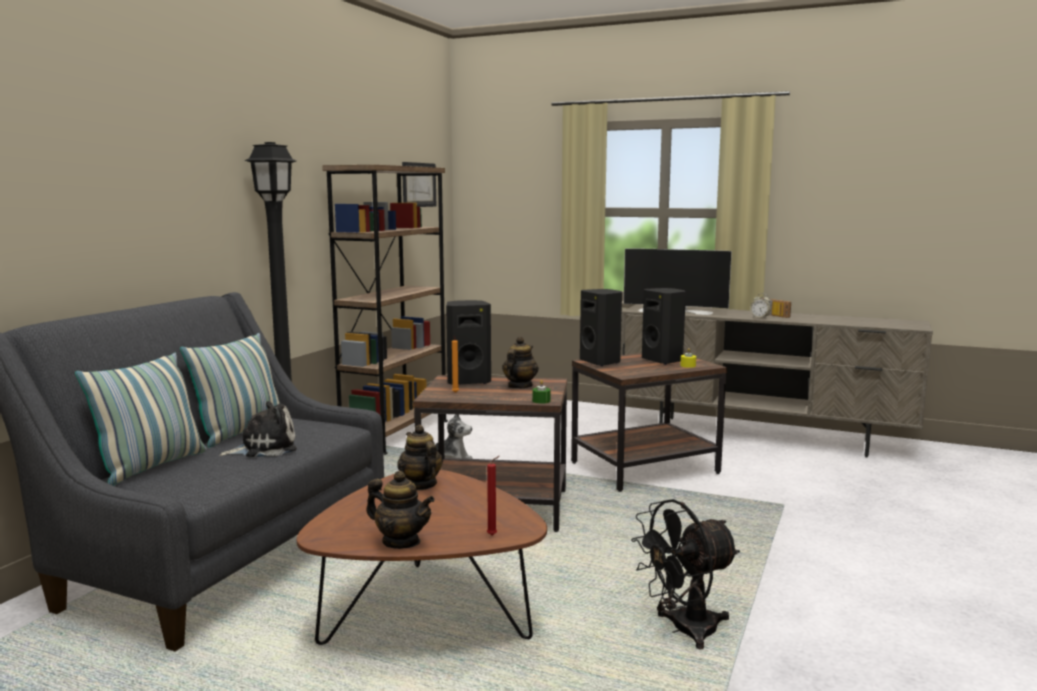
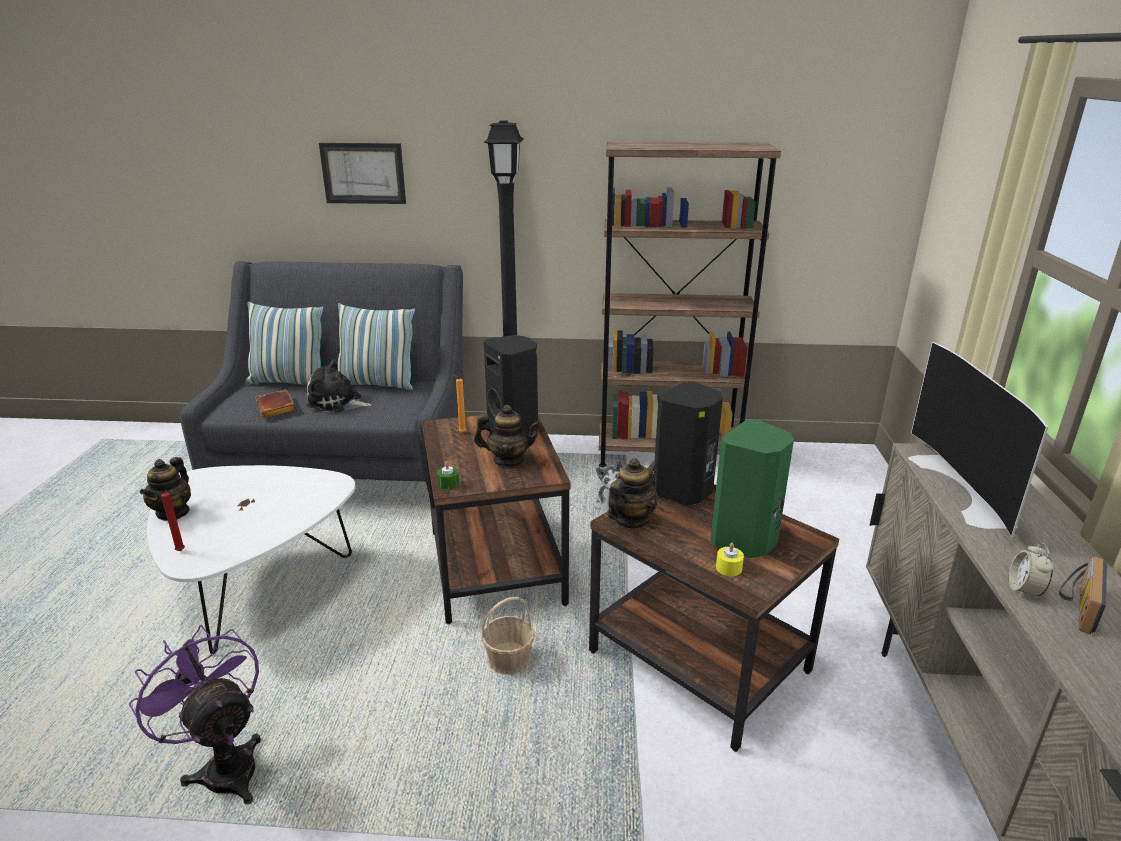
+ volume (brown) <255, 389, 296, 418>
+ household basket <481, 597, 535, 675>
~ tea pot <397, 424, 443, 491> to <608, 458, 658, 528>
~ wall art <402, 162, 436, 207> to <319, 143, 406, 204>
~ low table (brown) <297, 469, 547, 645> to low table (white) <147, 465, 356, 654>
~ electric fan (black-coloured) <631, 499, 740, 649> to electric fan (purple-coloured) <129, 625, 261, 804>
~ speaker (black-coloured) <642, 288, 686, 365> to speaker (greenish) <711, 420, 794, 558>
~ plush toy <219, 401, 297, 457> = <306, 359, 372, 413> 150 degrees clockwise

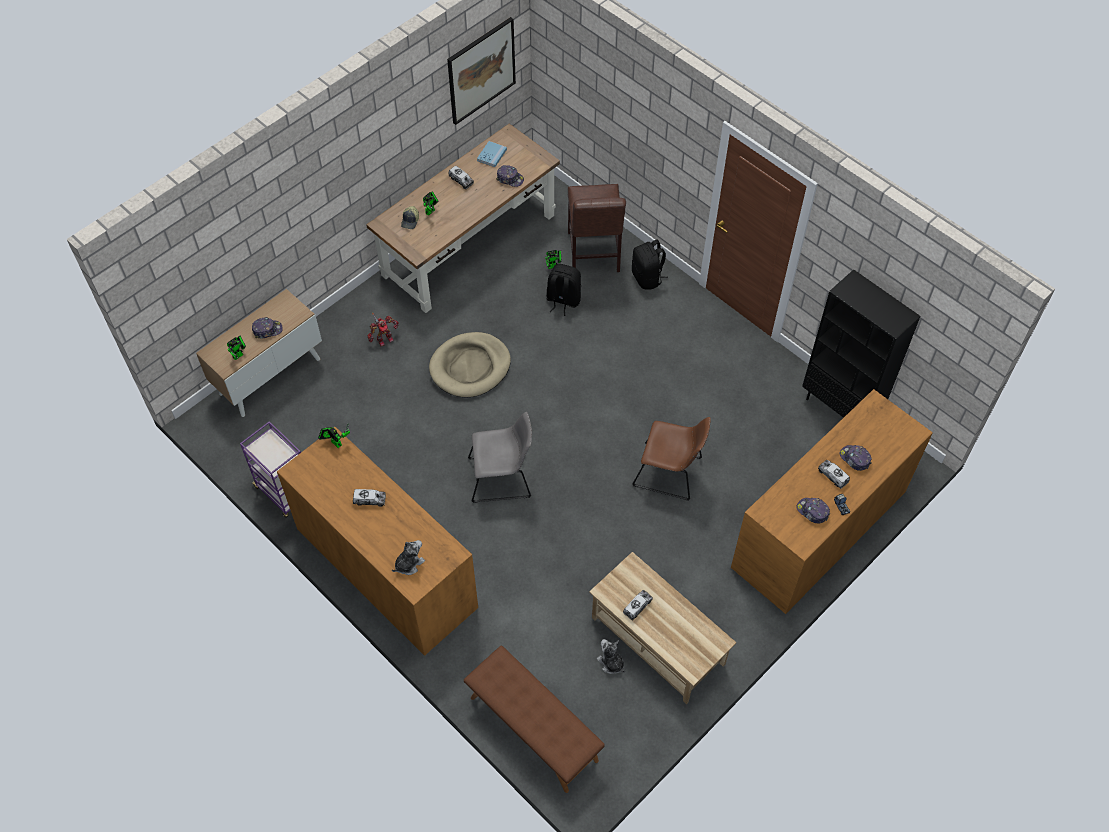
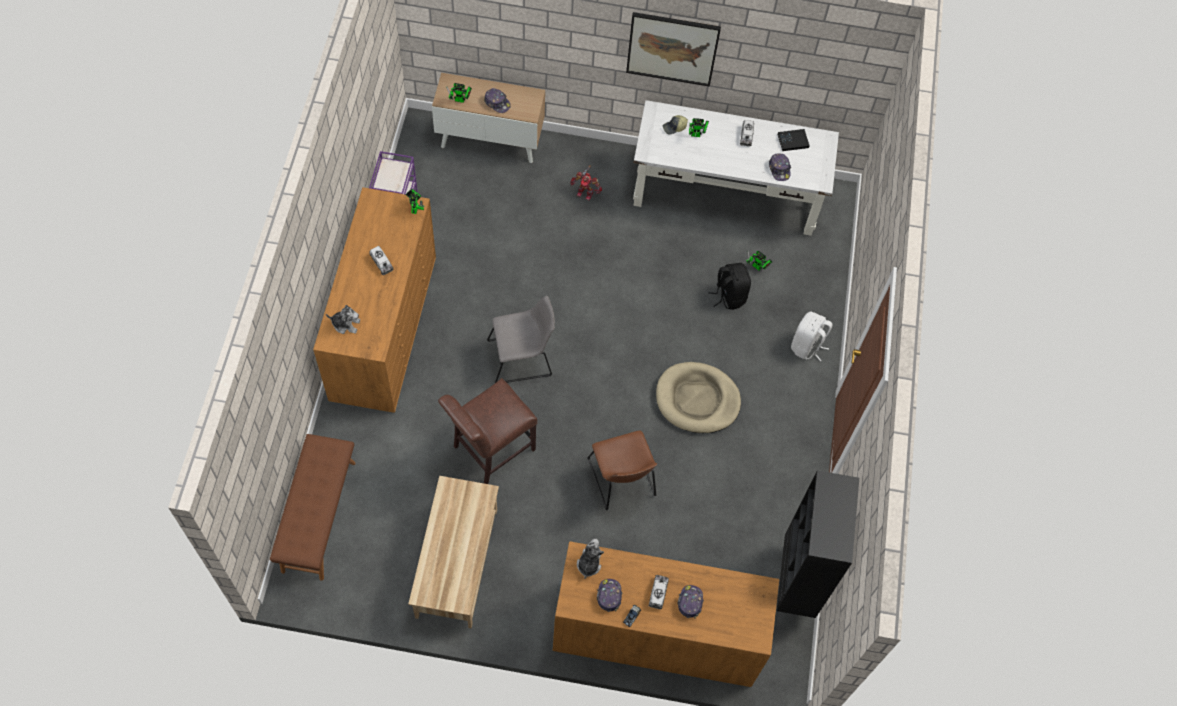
- toy truck <623, 590, 653, 620>
~ pet bed (beige) <429, 332, 511, 398> to <656, 362, 741, 433>
~ wall art <447, 17, 516, 125> to <626, 12, 721, 87>
~ upright chair (brown) <568, 184, 626, 272> to <438, 378, 538, 484>
~ plush toy <597, 639, 625, 674> to <577, 539, 604, 579>
~ desk unit (brown) <366, 123, 560, 313> to desk unit (white) <633, 100, 839, 236>
~ volume (blue) <477, 141, 507, 167> to volume (black-coloured) <777, 129, 810, 151>
~ rucksack (black-coloured) <632, 239, 668, 290> to rucksack (white) <791, 311, 832, 361>
~ upright chair (greyish) <468, 412, 532, 503> = <487, 296, 555, 383> 60 degrees counterclockwise

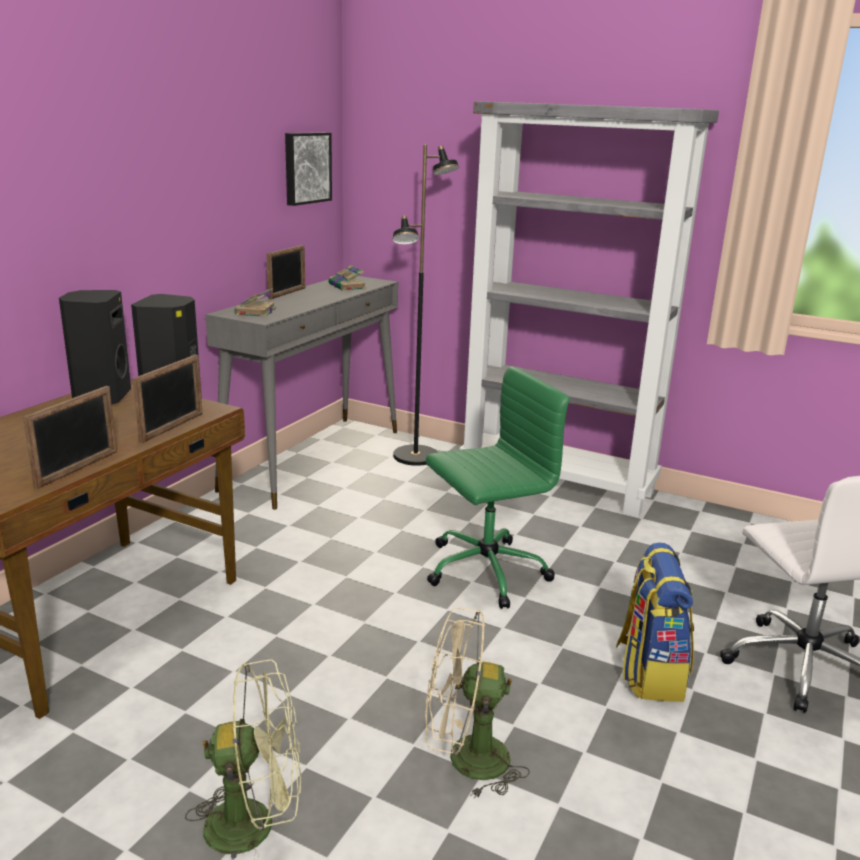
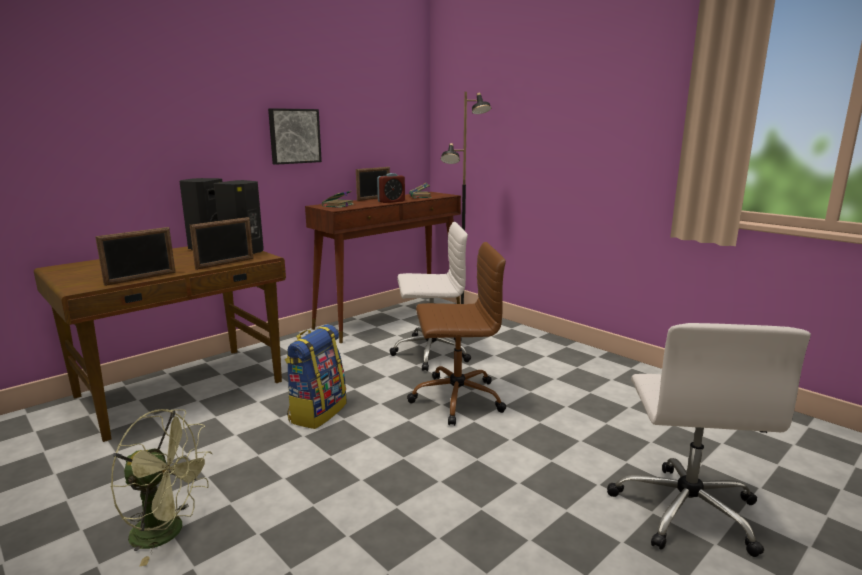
- electric fan (beige) <425, 607, 530, 799>
- bookshelf (greyish) <460, 101, 719, 518>
+ bedside clock <377, 173, 405, 203>
+ desk chair (white) <389, 222, 471, 371>
~ wall art <285, 132, 332, 206> to <268, 108, 322, 165>
~ rucksack <616, 543, 694, 702> to <285, 324, 347, 429>
~ narrow table (greyish) <206, 276, 398, 510> to narrow table (brown) <305, 192, 461, 343>
~ desk chair (greenish) <426, 366, 569, 609> to desk chair (brown) <407, 242, 507, 426>

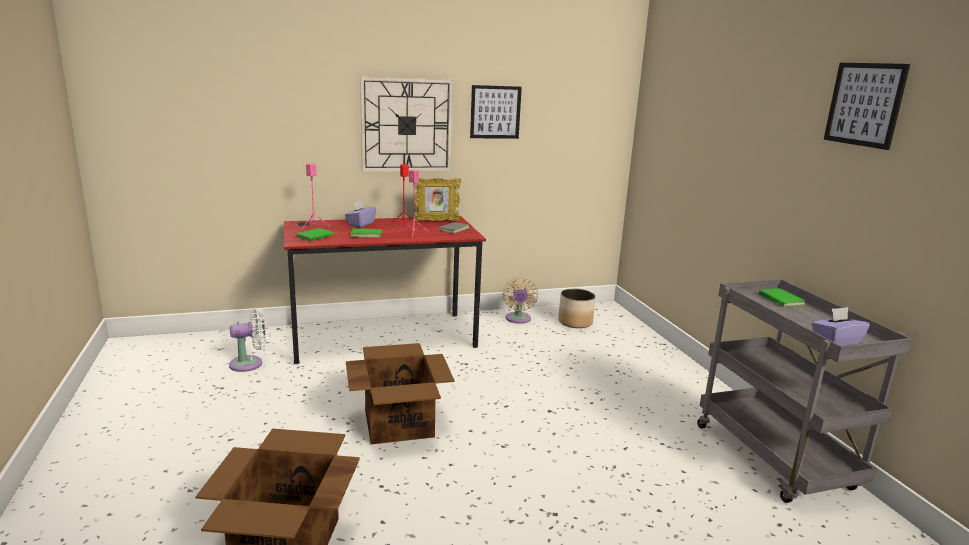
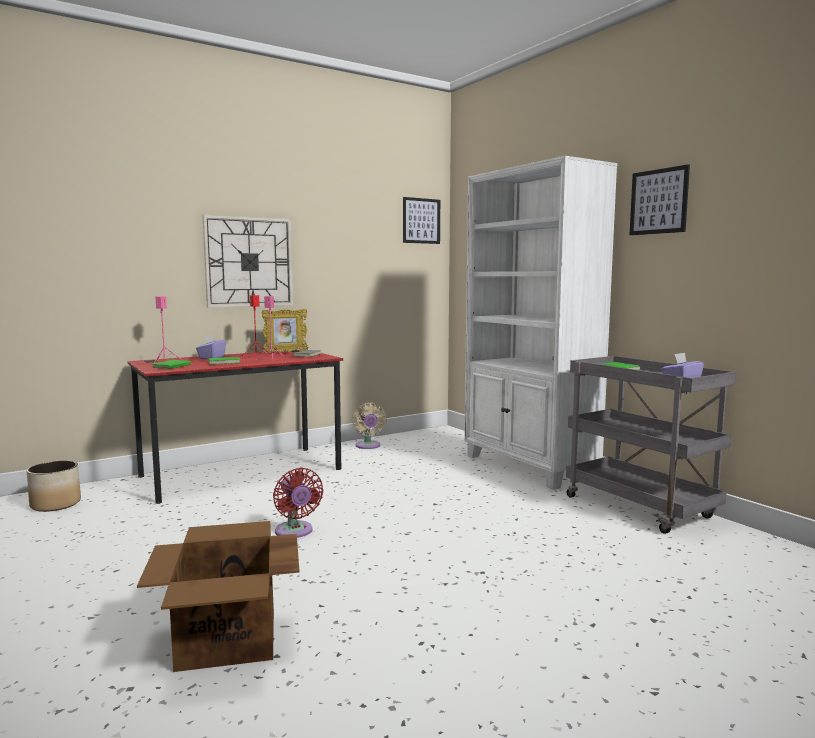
- electric fan (white) <229, 308, 266, 372>
+ bookshelf (white) <464, 156, 617, 490>
~ wall art <470, 85, 522, 139> to <403, 197, 440, 244>
~ planter <558, 289, 595, 328> to <27, 460, 81, 512>
~ packing box <346, 343, 455, 444> to electric fan (reddish) <273, 468, 323, 538>

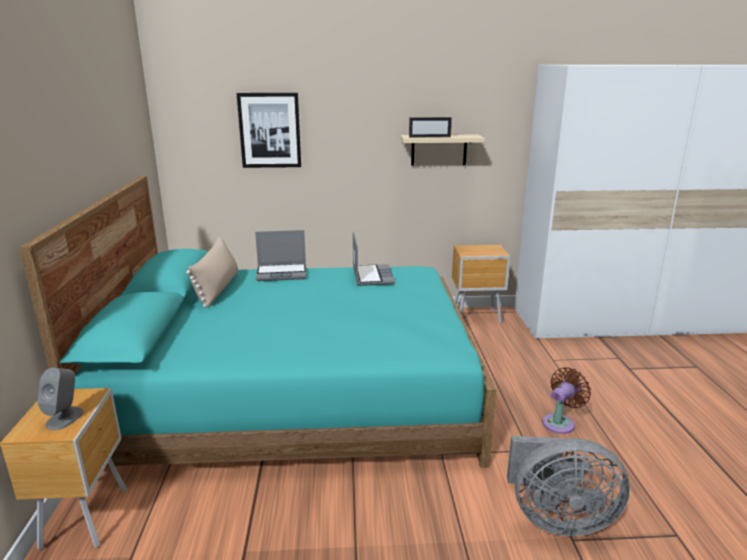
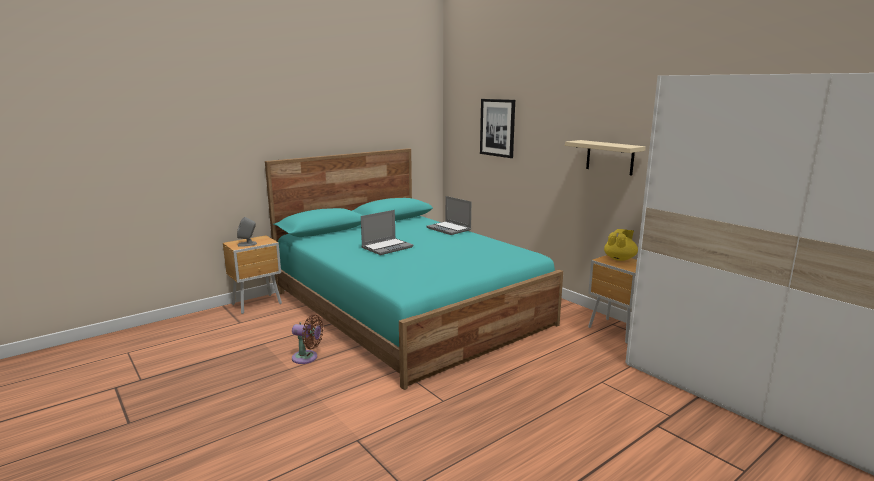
- cushion (beige) <186, 237, 238, 308>
- photo frame <409, 117, 452, 138>
- electric fan (greyish) <507, 436, 630, 536>
+ tea pot (yellowish) <604, 229, 638, 261>
~ portable computer <353, 232, 395, 286> to <361, 210, 413, 255>
~ electric fan (brown) <542, 367, 591, 434> to <292, 315, 323, 364>

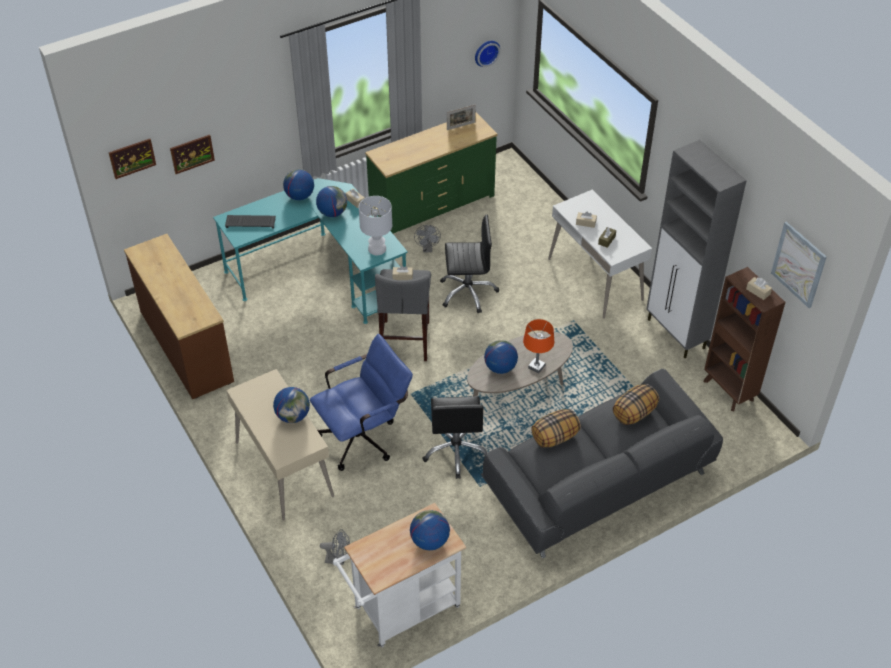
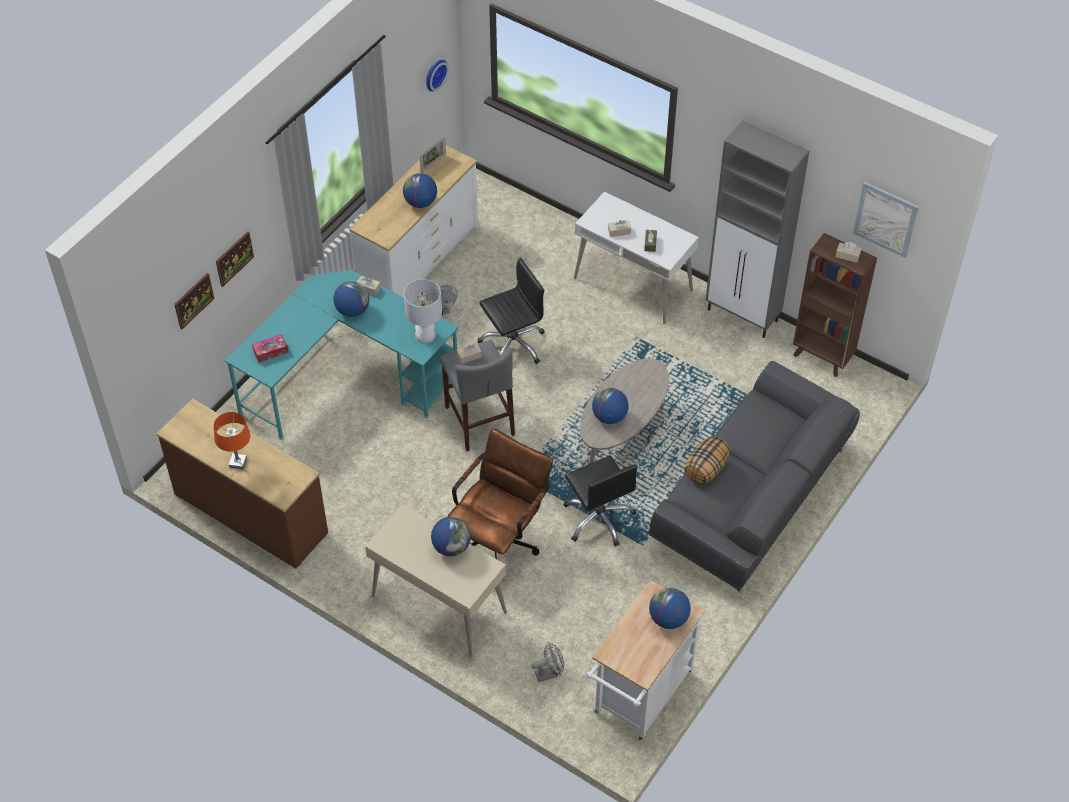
- cushion <613, 384, 659, 425>
~ wall art <109, 139, 156, 179> to <216, 231, 254, 287>
~ world globe <283, 169, 314, 200> to <403, 173, 437, 208>
~ tabletop lamp (orange) <523, 319, 554, 373> to <214, 412, 250, 469>
~ PC keyboard <225, 215, 276, 228> to tissue box <252, 334, 289, 363>
~ desk chair (blue) <310, 334, 413, 471> to desk chair (brown) <447, 429, 553, 559>
~ drawer chest (greenish) <365, 113, 497, 235> to drawer chest (white) <349, 145, 478, 298>

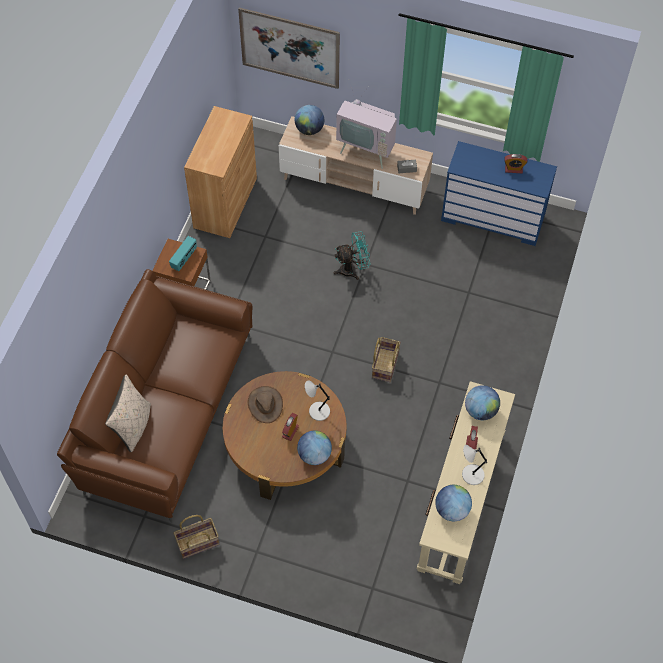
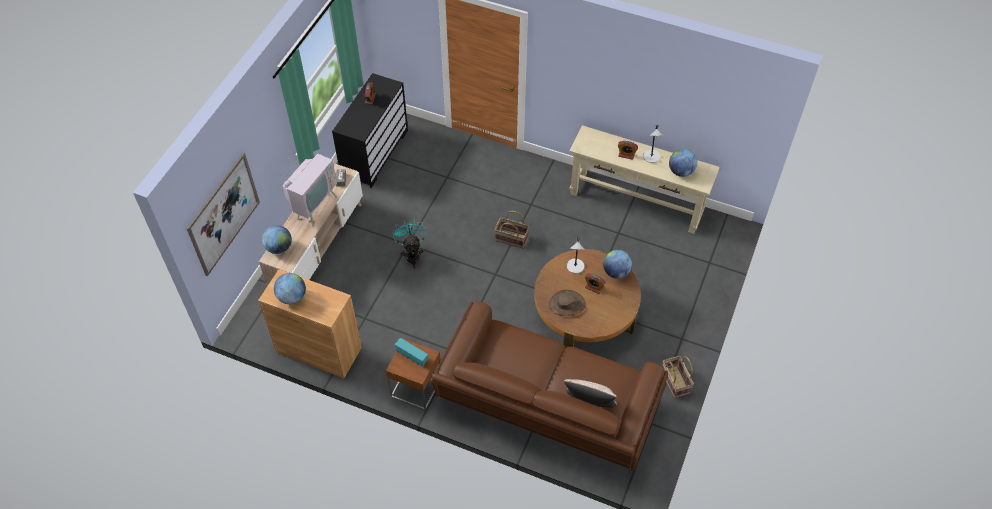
~ world globe <465, 385, 500, 420> to <274, 273, 306, 304>
~ drawer chest (blue) <441, 141, 557, 246> to drawer chest (black-coloured) <332, 73, 408, 188>

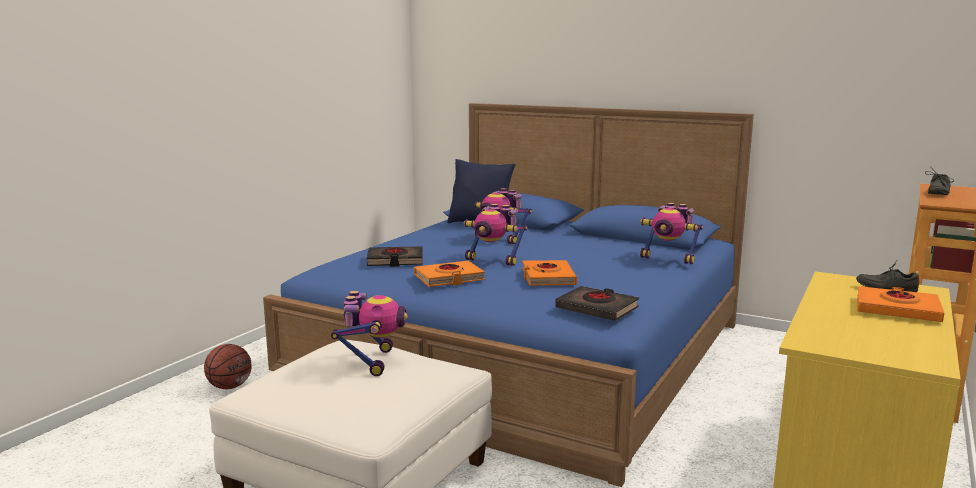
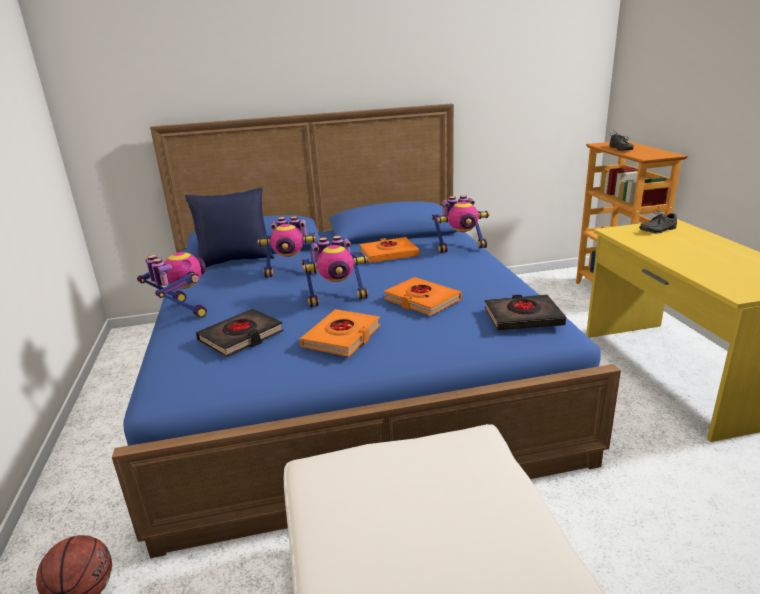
~ model robot <331, 291, 408, 376> to <137, 252, 207, 318>
~ volume (orange) <857, 286, 944, 322> to <360, 237, 419, 263>

